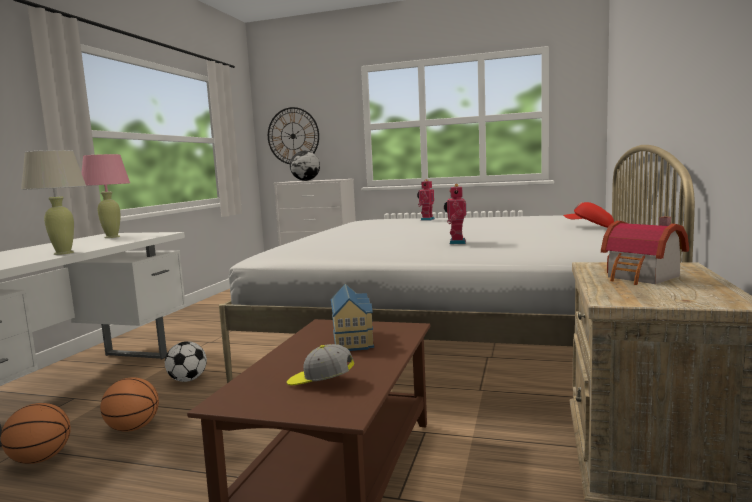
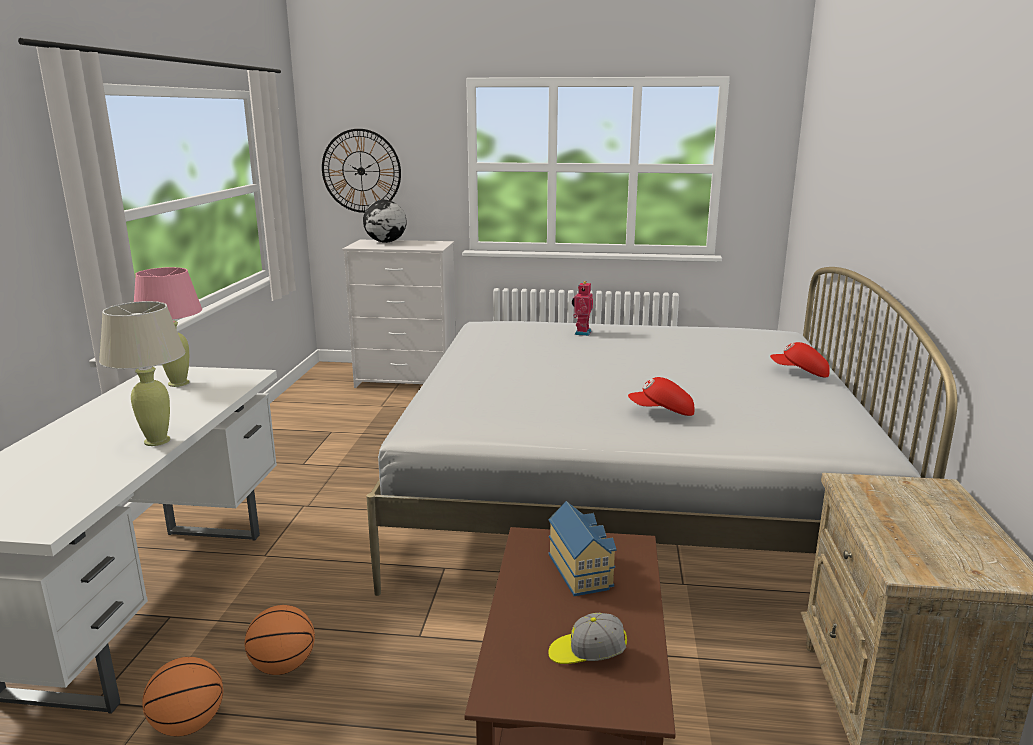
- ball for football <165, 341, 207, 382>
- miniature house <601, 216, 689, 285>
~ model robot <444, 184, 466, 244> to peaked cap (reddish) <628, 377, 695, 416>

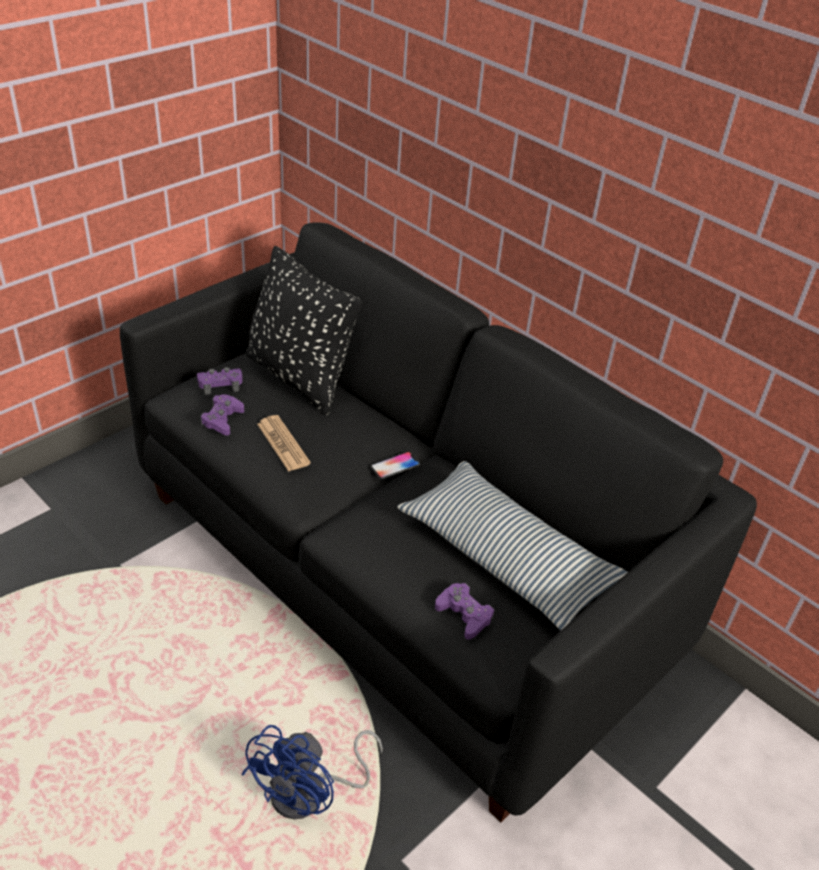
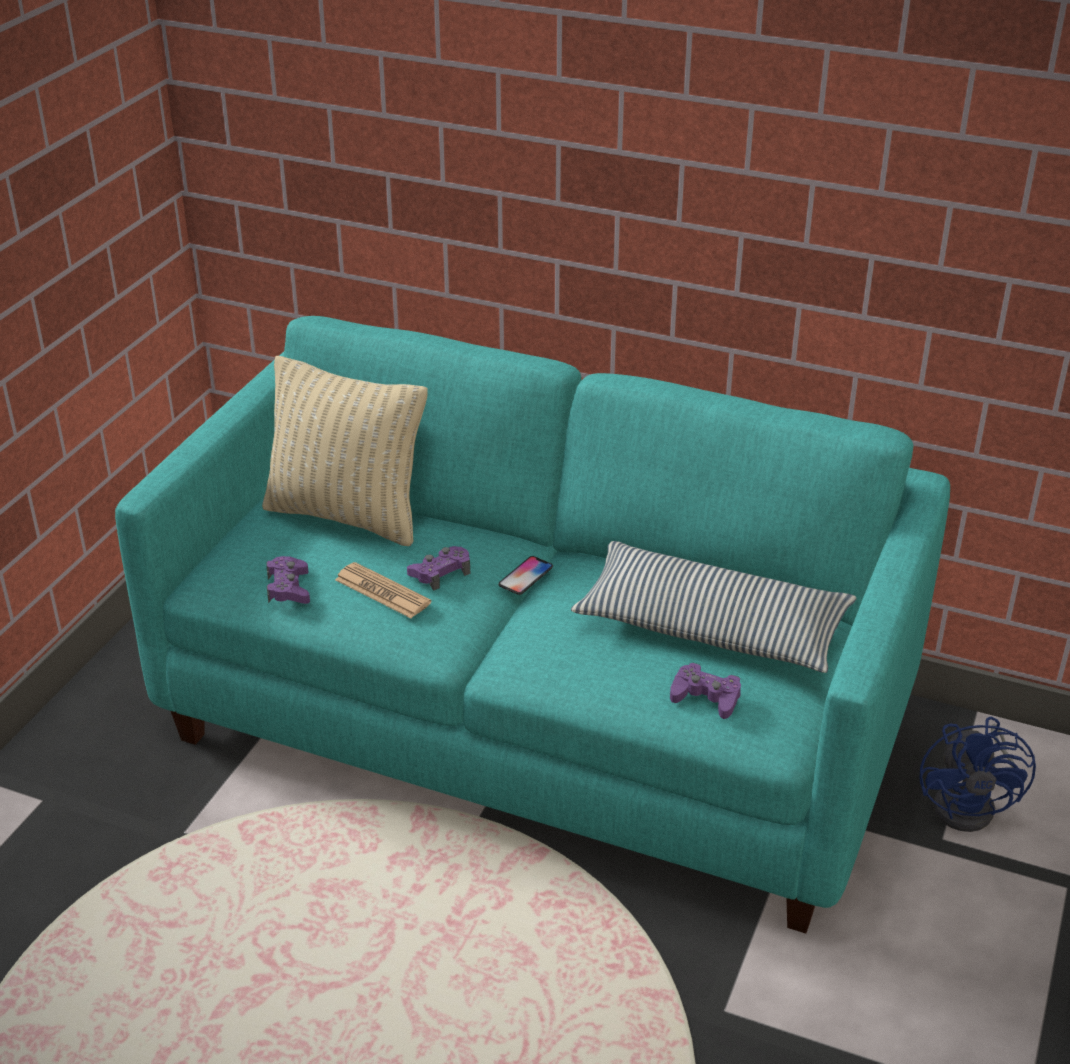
~ joypad (purple-coloured) <197, 367, 242, 395> to <407, 546, 470, 591>
~ electric fan (blue) <241, 725, 383, 819> to <920, 717, 1036, 832>
~ sofa (black-coloured) <120, 222, 757, 822> to sofa (turquoise) <115, 316, 950, 933>
~ cushion (black-coloured) <246, 246, 362, 415> to cushion (beige) <262, 356, 428, 546>

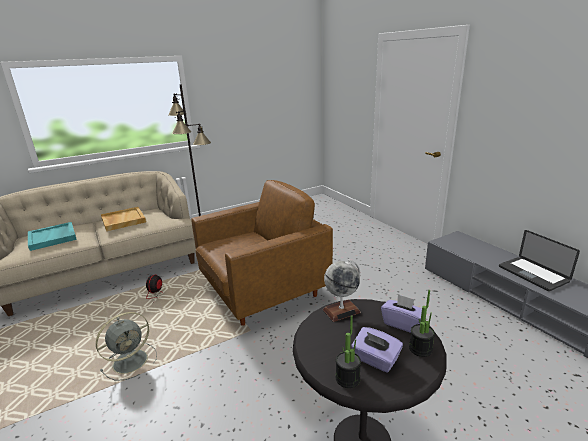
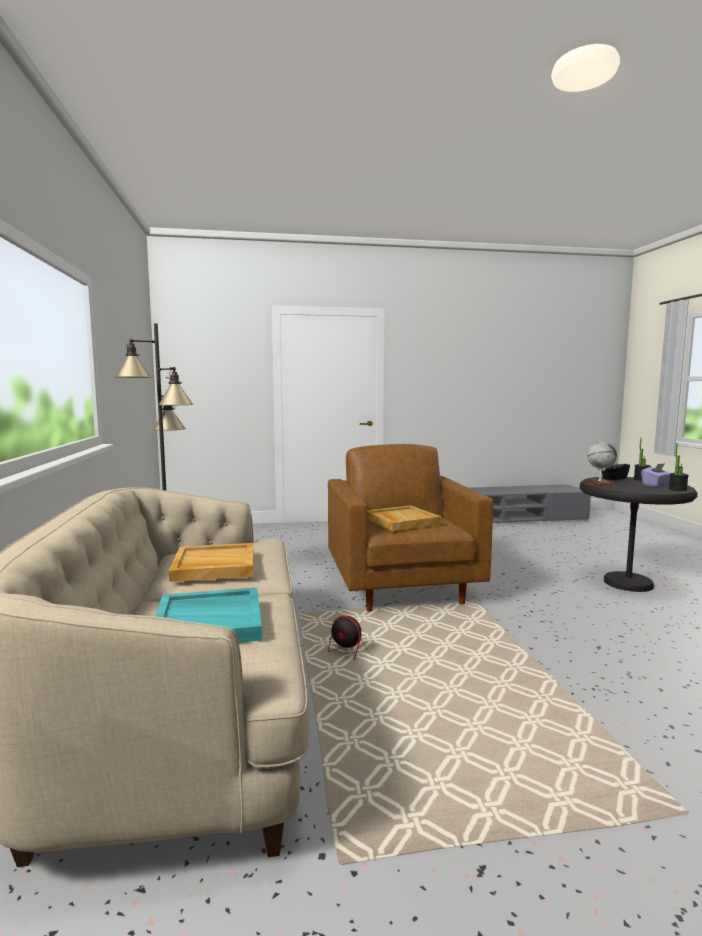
- electric fan (greyish) <96, 312, 157, 381>
- portable computer <499, 230, 580, 291>
+ tray (beige) <367, 505, 442, 531>
~ tissue box (purple-coloured) <381, 294, 422, 333> to tissue box (black-coloured) <602, 459, 630, 480>

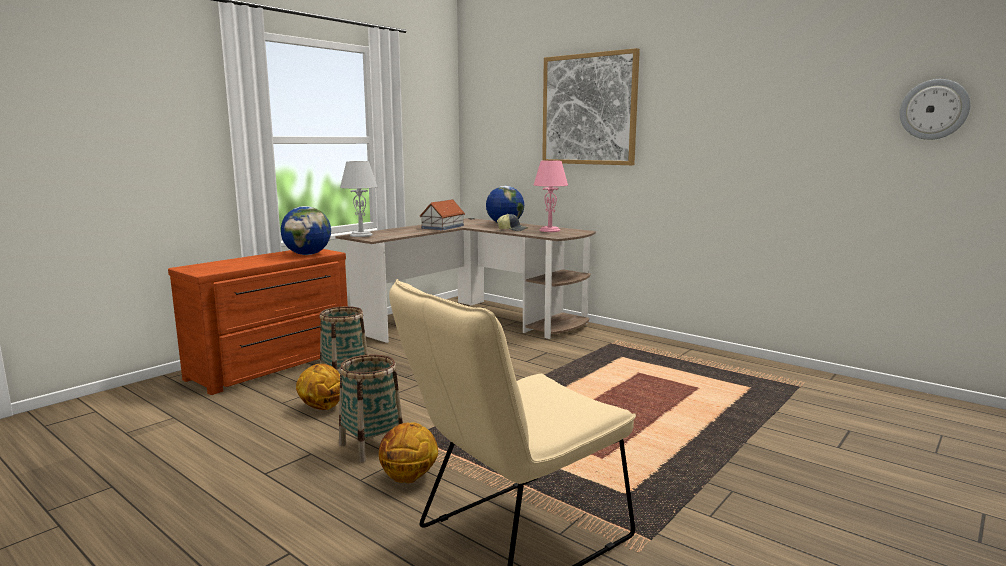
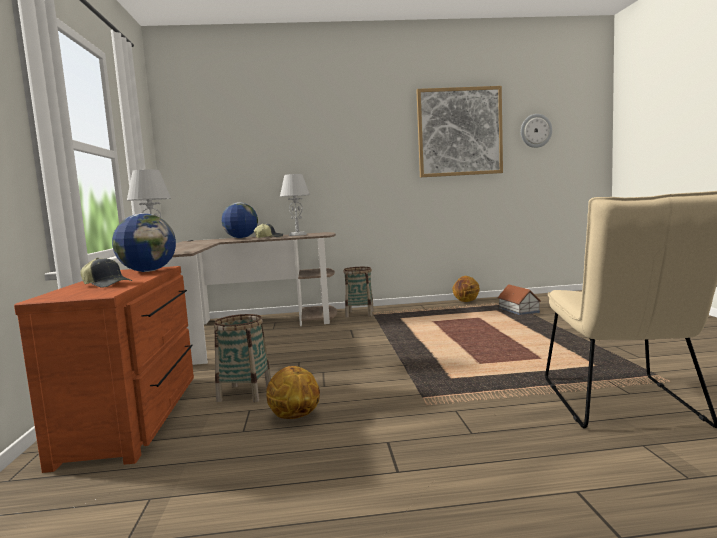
+ peaked cap <80, 258, 132, 288>
~ household basket <339, 355, 403, 463> to <343, 267, 374, 317>
~ basketball <379, 422, 438, 483> to <452, 276, 480, 302>
~ miniature house <420, 199, 465, 231> to <497, 284, 541, 315>
~ wall art <542, 48, 640, 165> to <416, 86, 503, 177>
~ tabletop lamp (pink) <534, 160, 568, 232> to tabletop lamp (greyish) <280, 174, 310, 236>

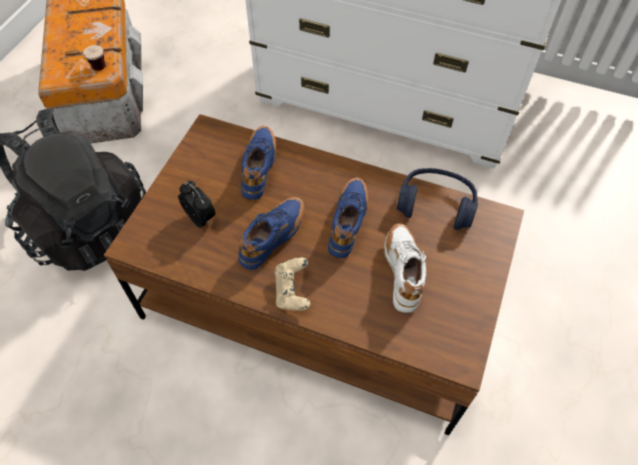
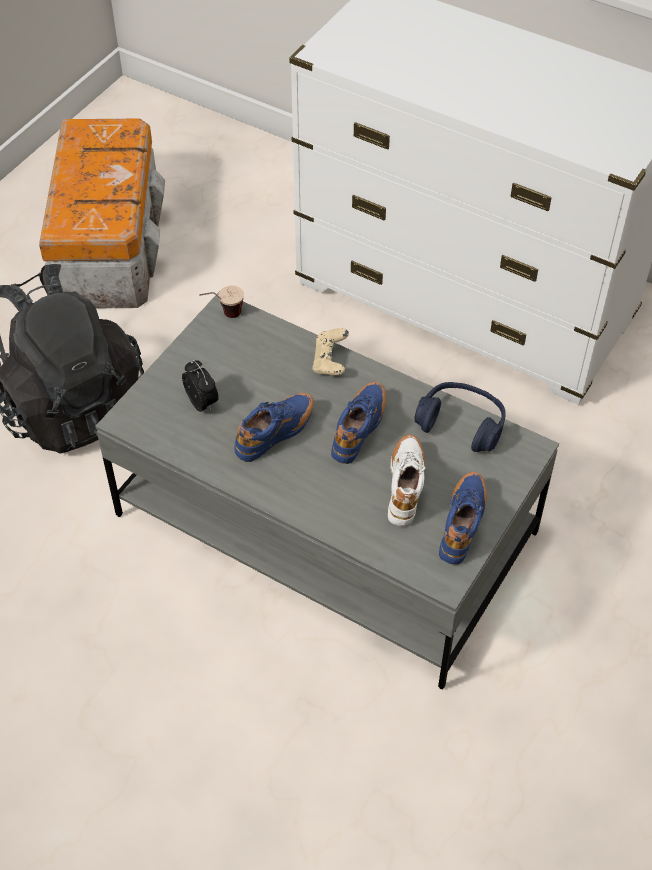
~ cup <65, 45, 105, 71> to <199, 285, 244, 318>
~ item of footwear (blue) <241, 126, 276, 200> to <439, 472, 487, 565>
~ joypad (beige) <275, 257, 310, 311> to <312, 328, 349, 375>
~ low table (brown) <104, 114, 524, 435> to low table (greyish) <96, 292, 559, 689>

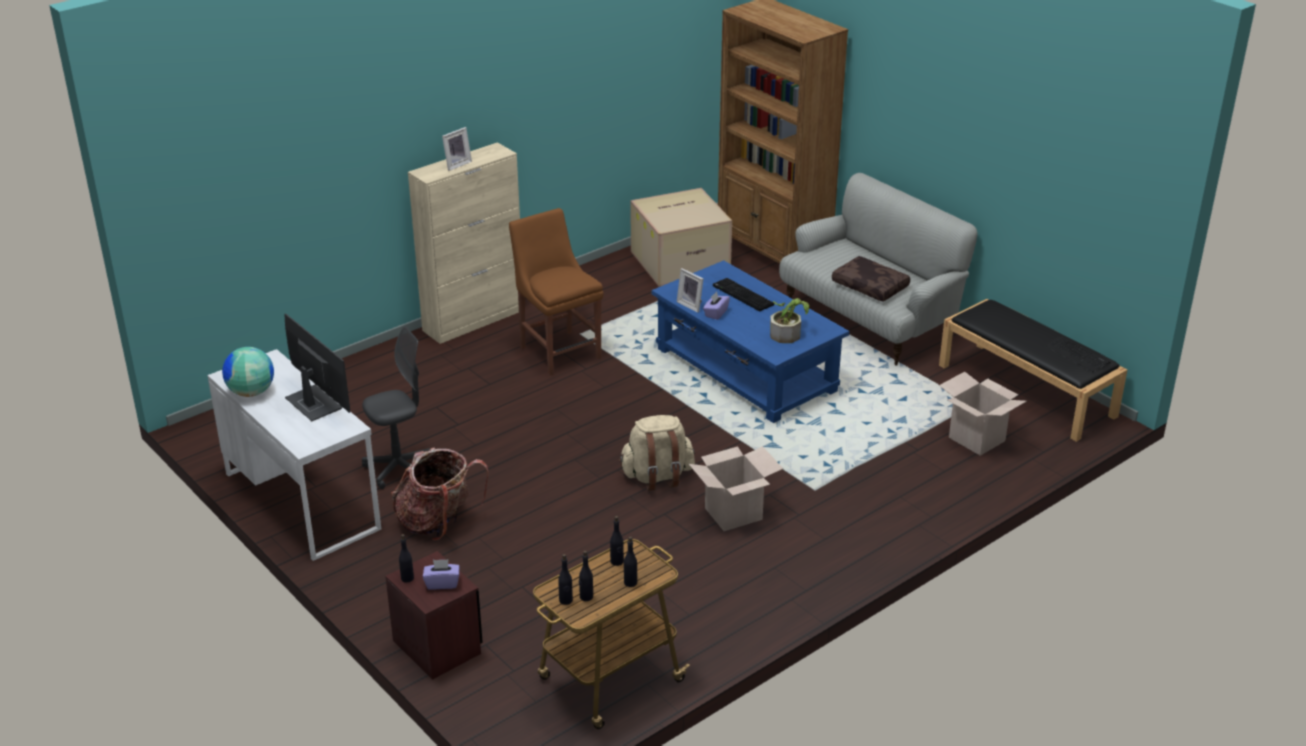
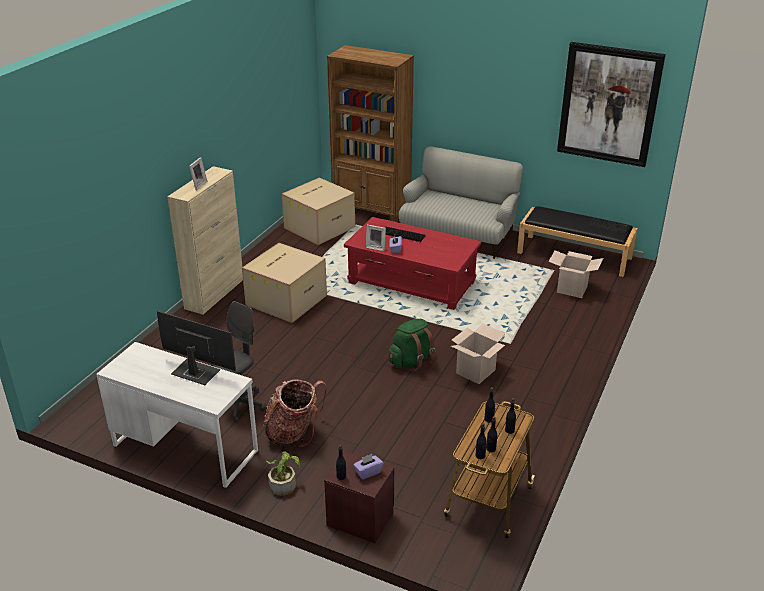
- world globe <222, 347, 274, 397>
- cushion (brown) <832, 256, 910, 302>
+ wall art <557, 42, 666, 167>
~ potted plant <770, 298, 809, 343> to <266, 452, 300, 496>
~ upright chair (brown) <509, 208, 604, 376> to packing box <242, 243, 327, 323>
~ rucksack (beige) <619, 415, 695, 491> to rucksack (greenish) <389, 319, 435, 372>
~ low table (blue) <652, 260, 849, 423> to low table (reddish) <344, 217, 481, 310>

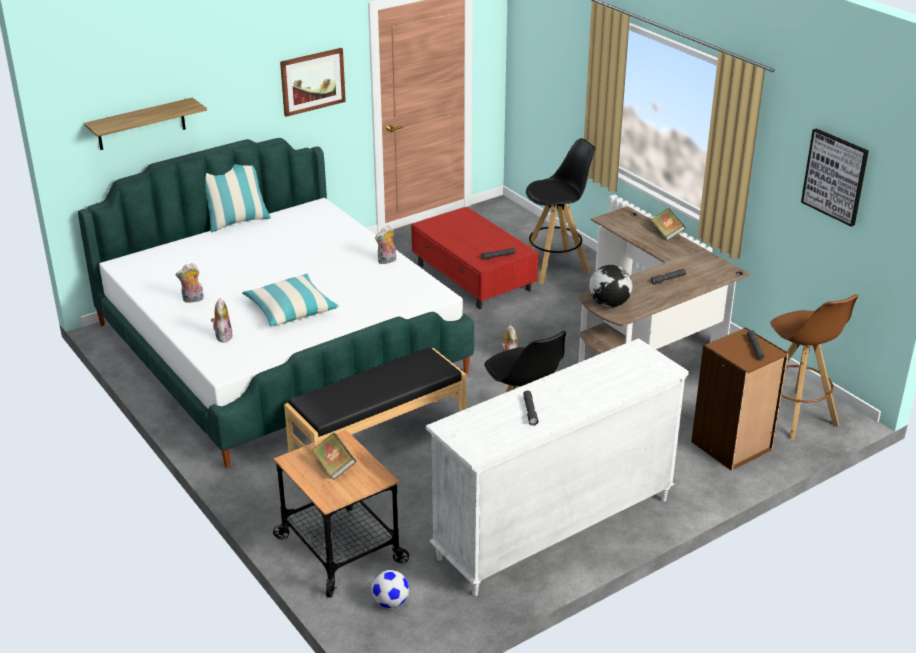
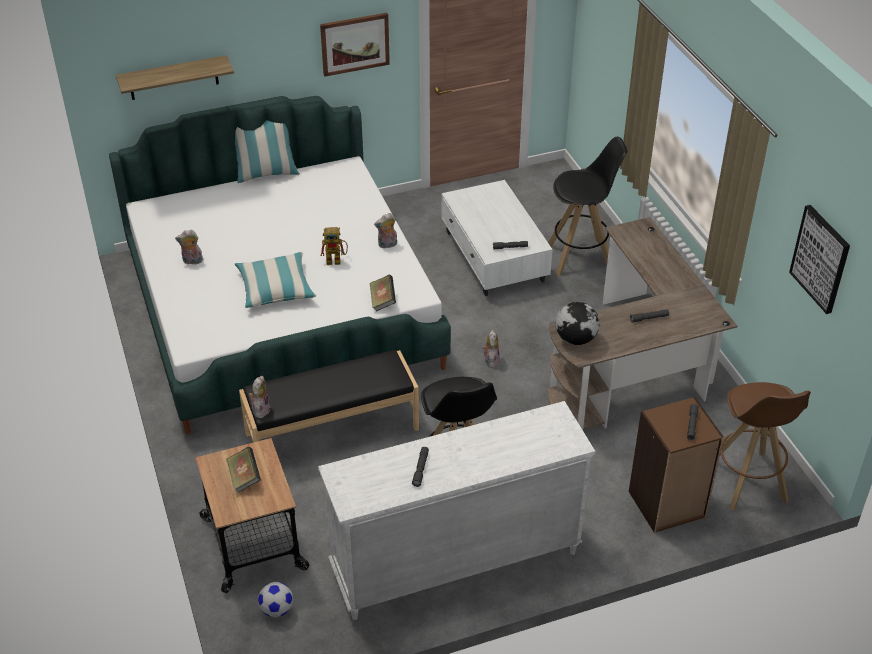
+ model robot <321, 227, 348, 265>
~ plush toy <211, 298, 233, 343> to <249, 376, 270, 418>
~ volume <651, 208, 686, 241> to <370, 275, 396, 311>
~ low table (reddish) <411, 207, 539, 309> to low table (white) <442, 180, 553, 296>

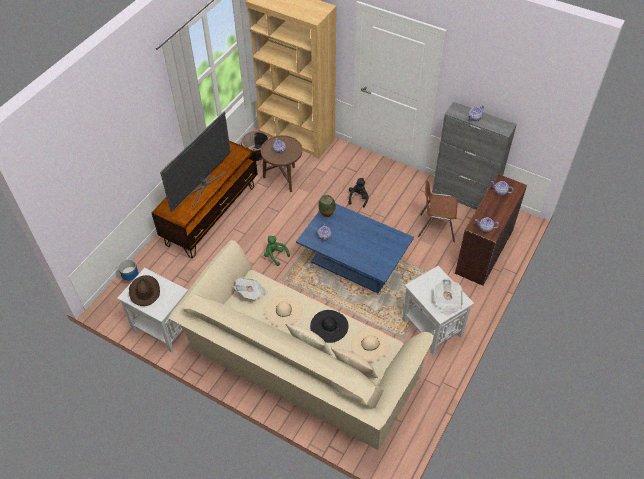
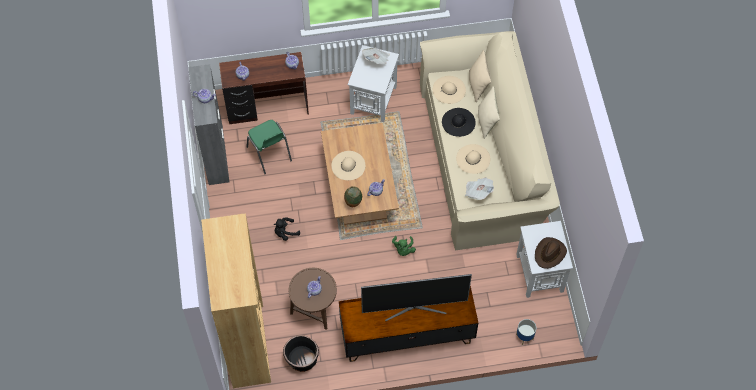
+ wearable hat (beige) <331, 151, 365, 180>
~ low table (blue) <296, 203, 414, 293> to low table (brown) <321, 123, 399, 225>
~ upright chair (brown) <418, 180, 457, 242> to upright chair (greenish) <246, 120, 292, 174>

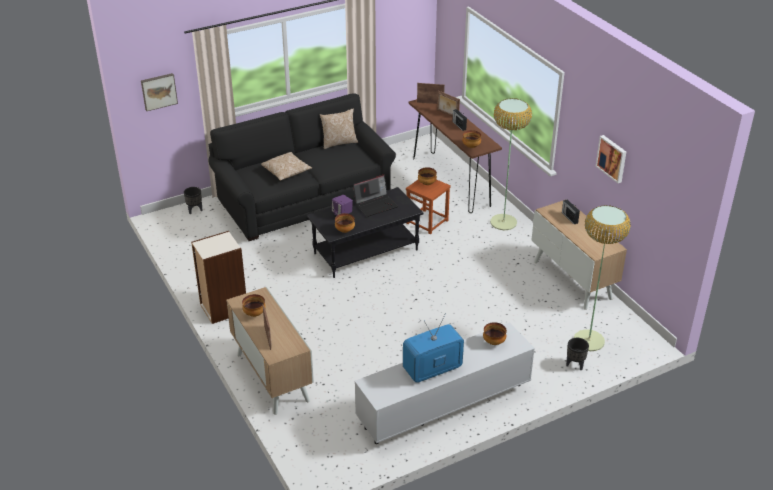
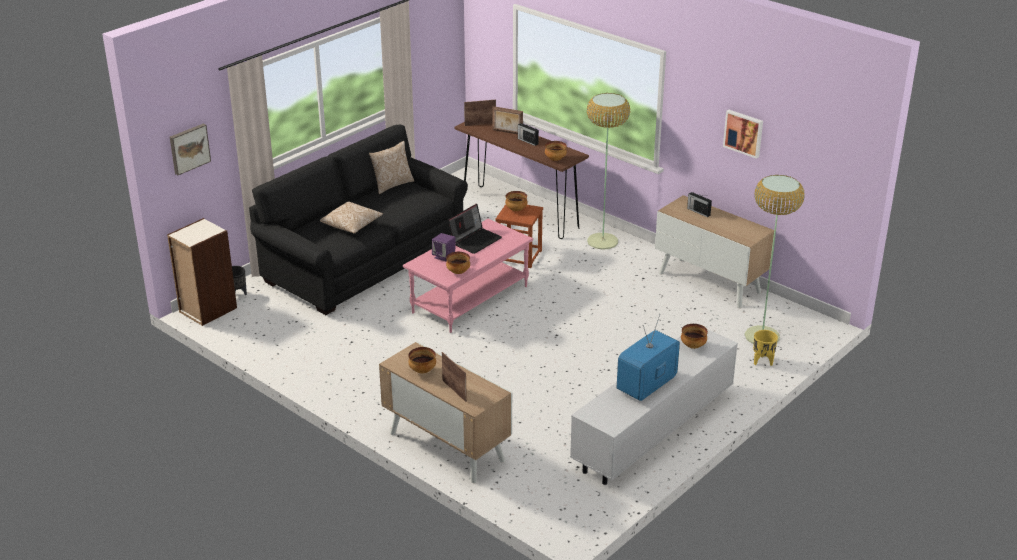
~ bookshelf <191, 231, 246, 324> to <167, 218, 237, 326>
~ low table (black-coloured) <307, 187, 424, 278> to low table (pink) <403, 219, 533, 333>
~ planter (black-coloured) <566, 338, 589, 370> to planter (yellowish) <753, 330, 778, 366>

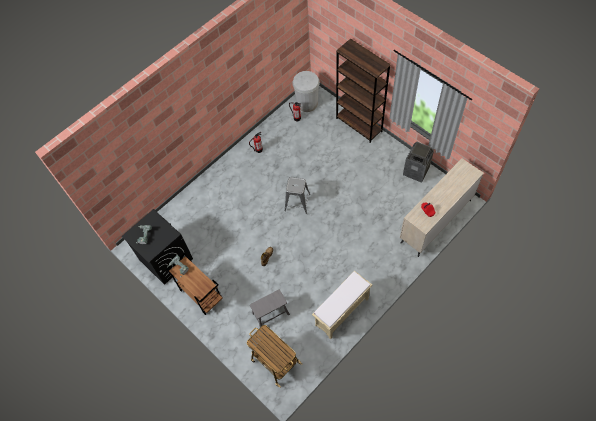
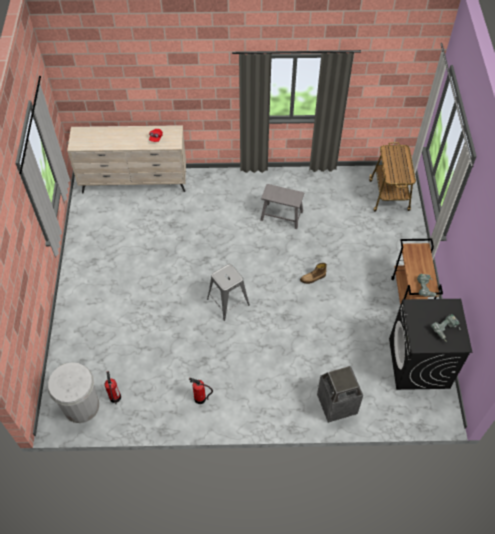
- long seat (beige) <312, 271, 372, 339>
- bookshelf (brown) <336, 38, 391, 143>
~ stool (greyish) <250, 289, 290, 329> to <261, 184, 304, 229>
~ rubbish bin <403, 142, 434, 183> to <317, 366, 363, 423>

